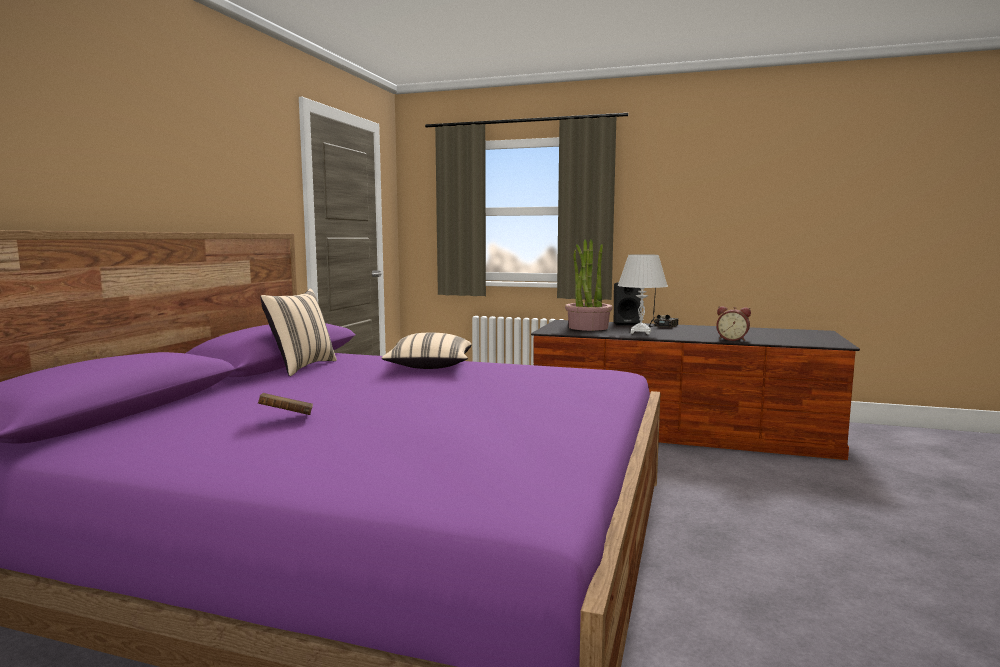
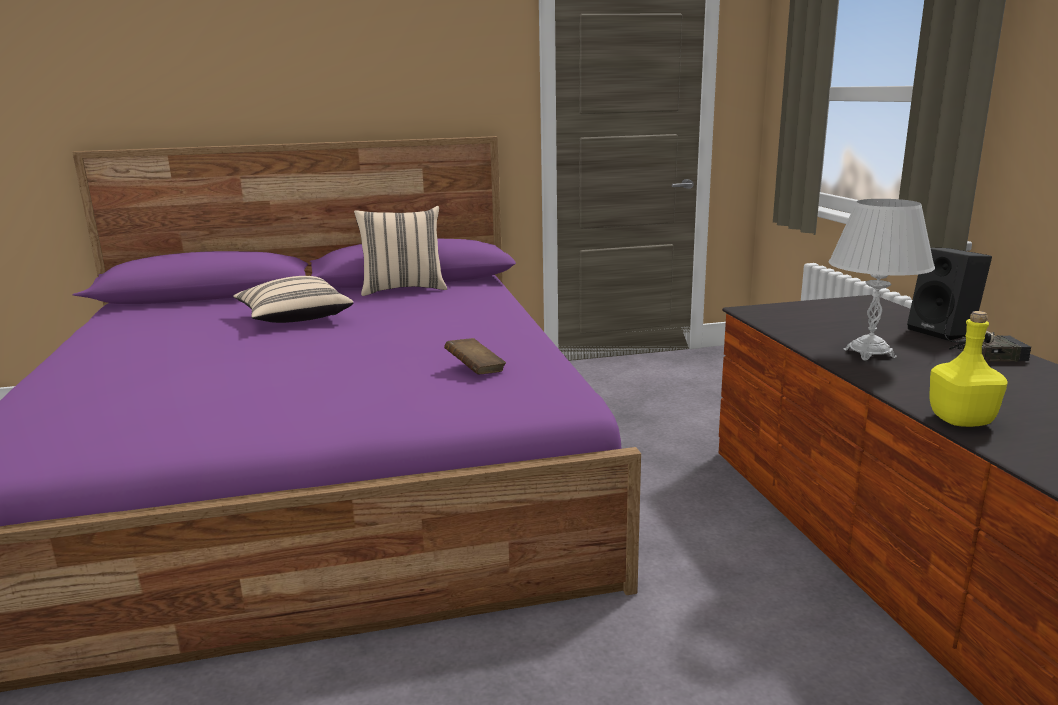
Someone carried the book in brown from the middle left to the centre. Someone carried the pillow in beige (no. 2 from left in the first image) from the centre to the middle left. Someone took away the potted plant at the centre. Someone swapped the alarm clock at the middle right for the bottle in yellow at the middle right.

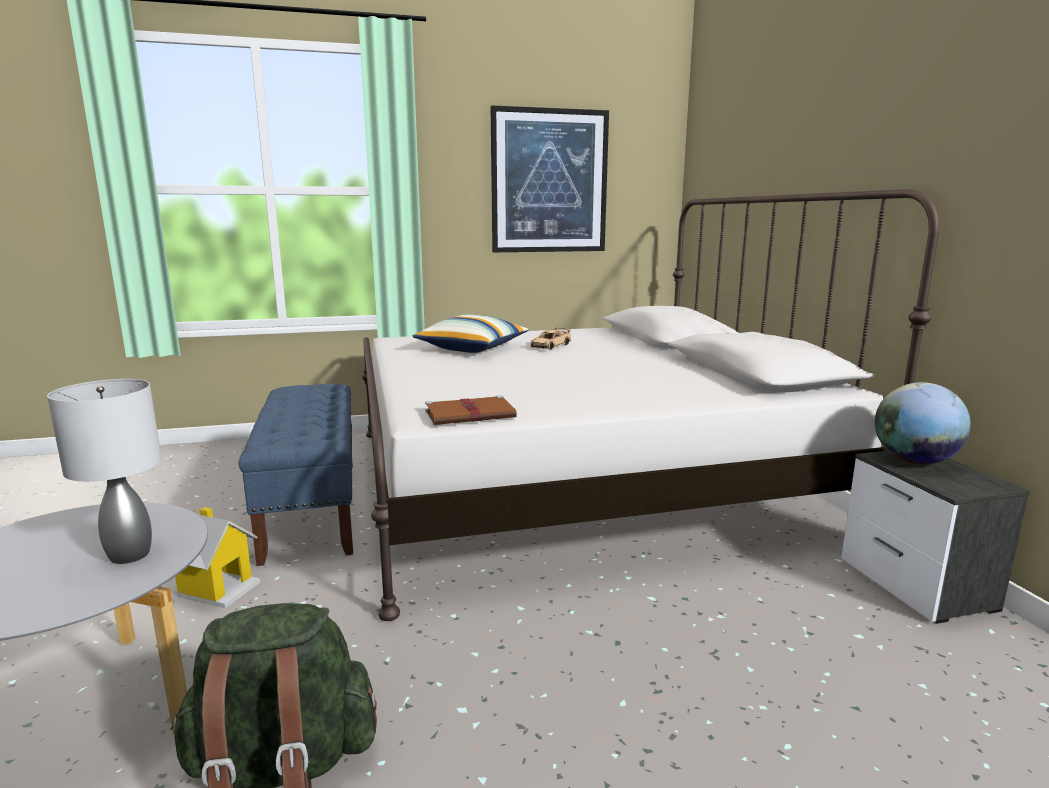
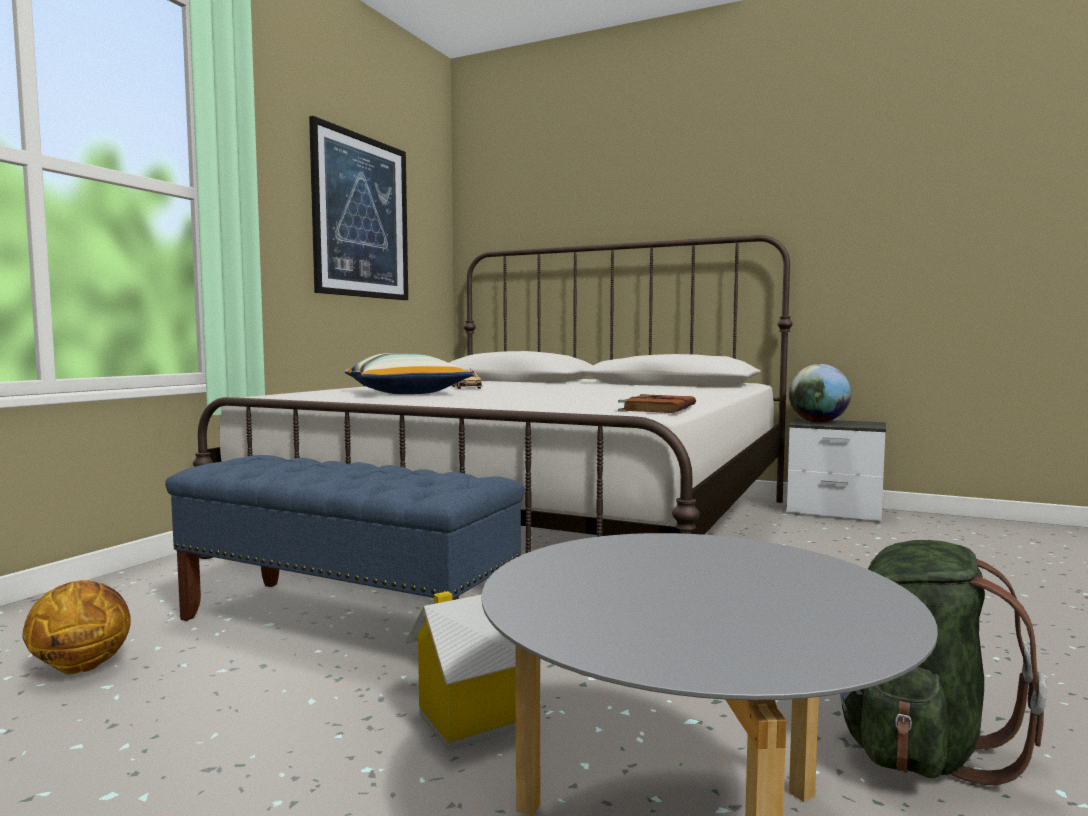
Someone took away the table lamp in grey at the middle left. Someone put down the basketball at the bottom left.

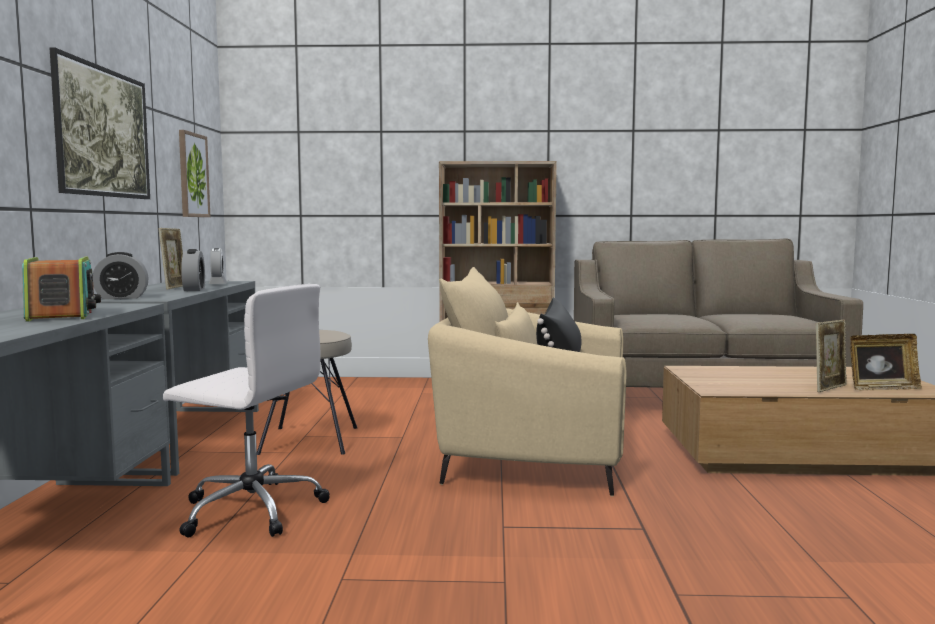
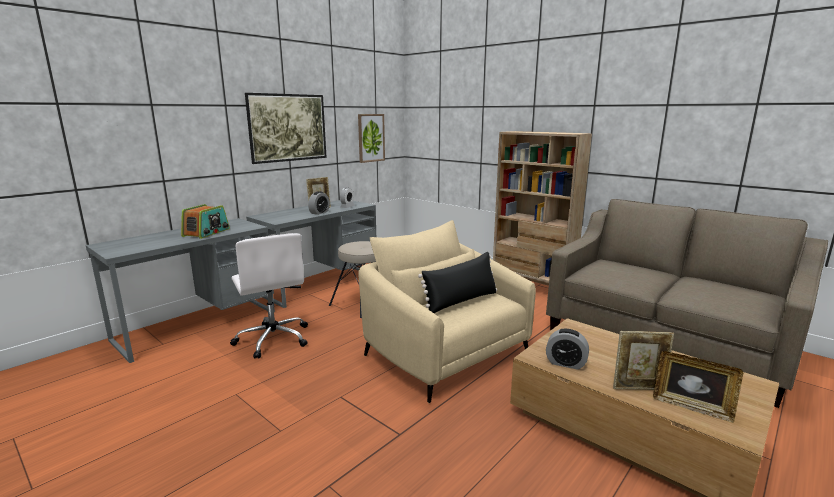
Someone carried the alarm clock (no. 1 from left in the first image) from the middle left to the bottom right.

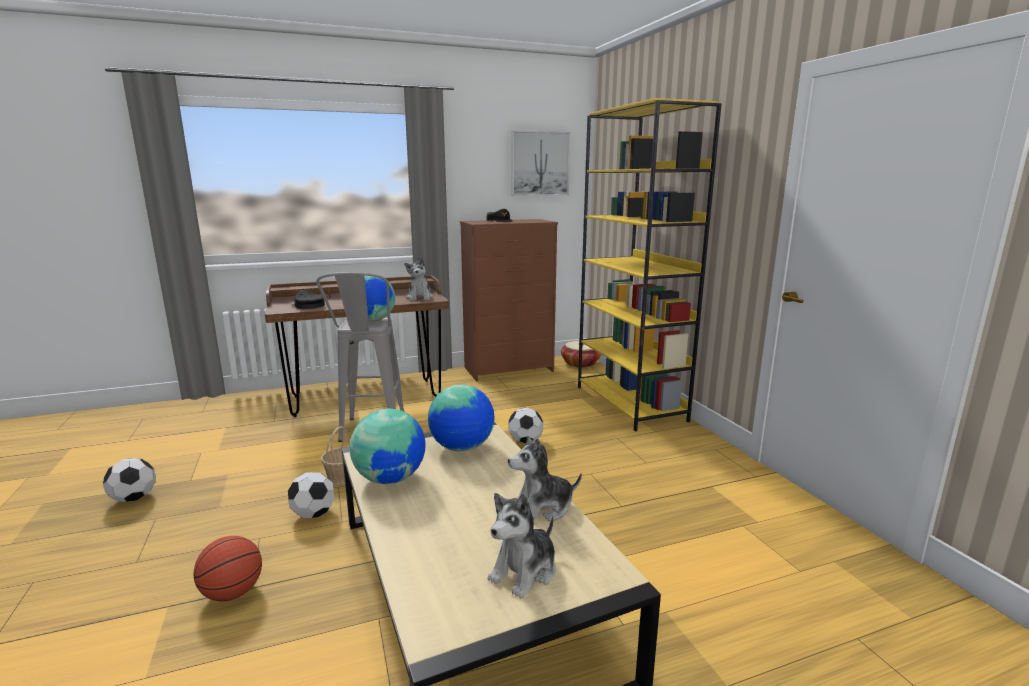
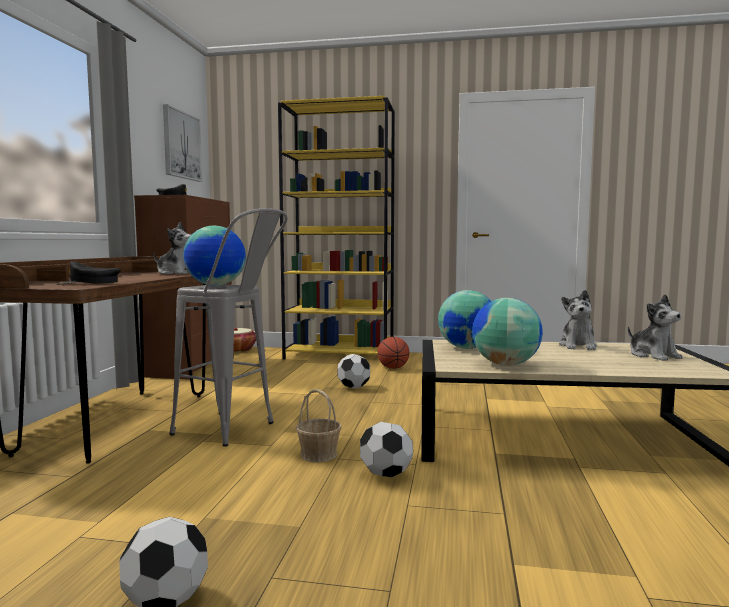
Someone carried the basketball from the bottom left to the centre.

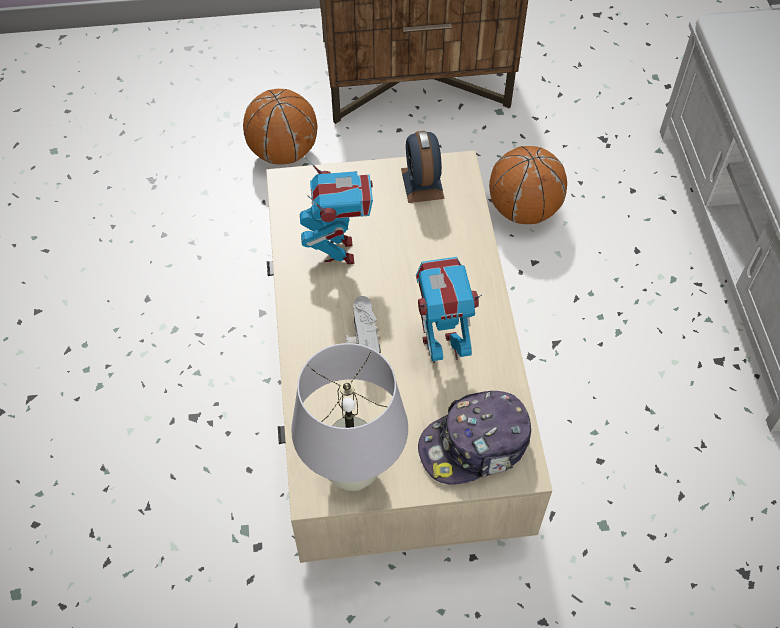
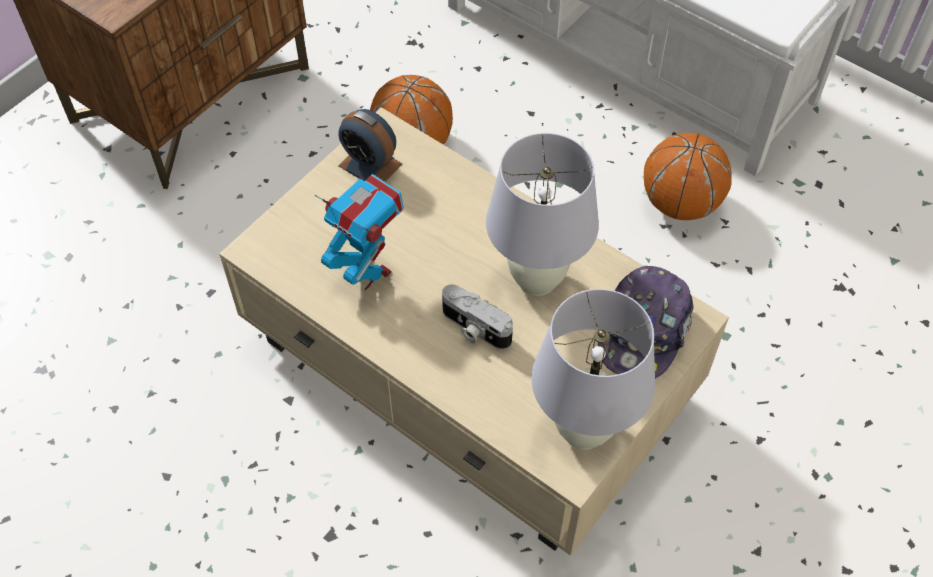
Someone carried the basketball (no. 1 from left in the first image) from the top centre to the top right. Someone swapped the toy robot (no. 2 from left) at the centre for the table lamp in white (no. 1 from left) at the centre.

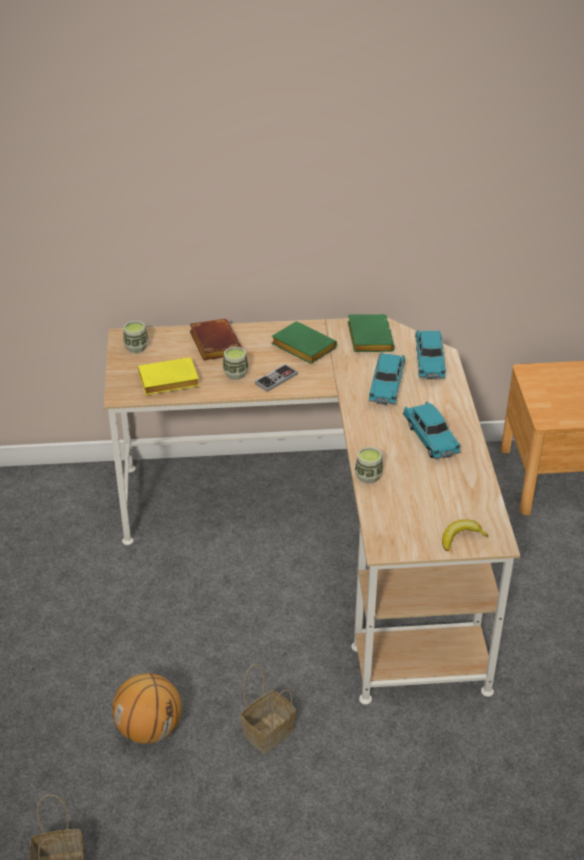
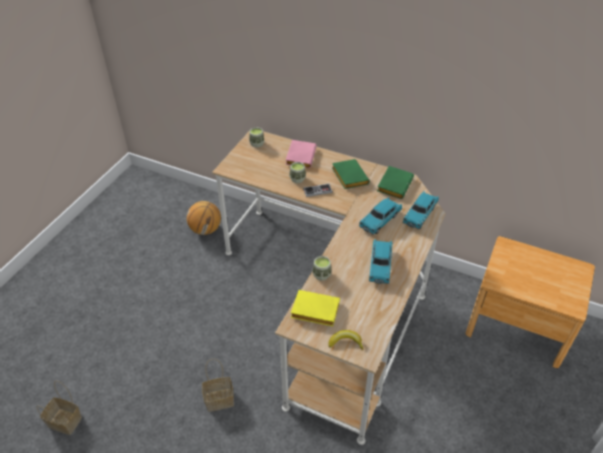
Someone carried the basketball from the bottom left to the centre. Someone carried the book in yellow from the middle left to the bottom centre. Someone repainted the book in brown at the centre, which became the book in pink at the centre.

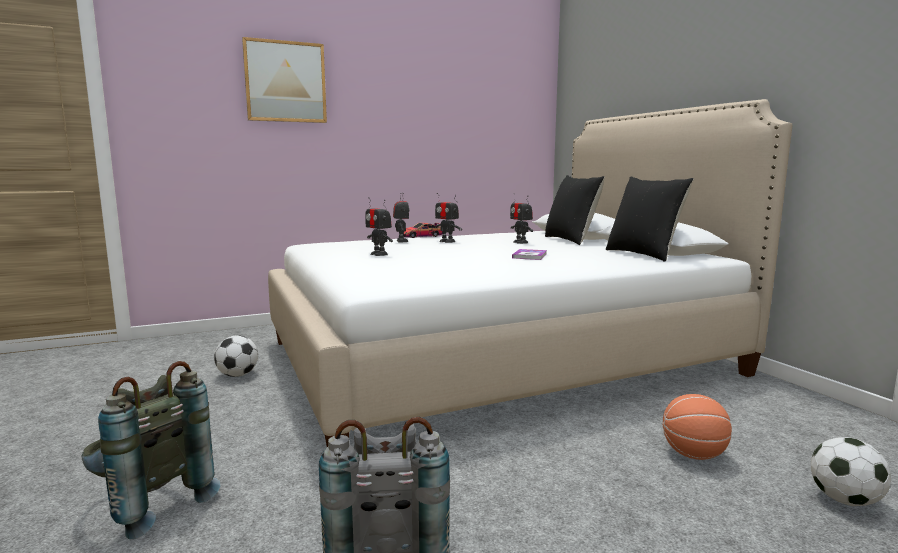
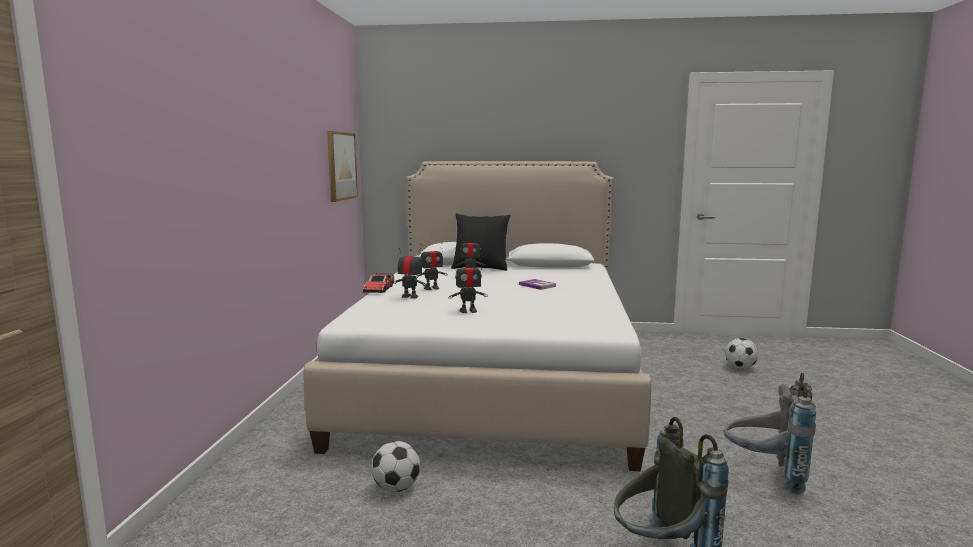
Someone carried the picture from the top left to the top centre. Someone took away the pillow in black (no. 2 from left) at the middle right. Someone took away the basketball at the bottom right.

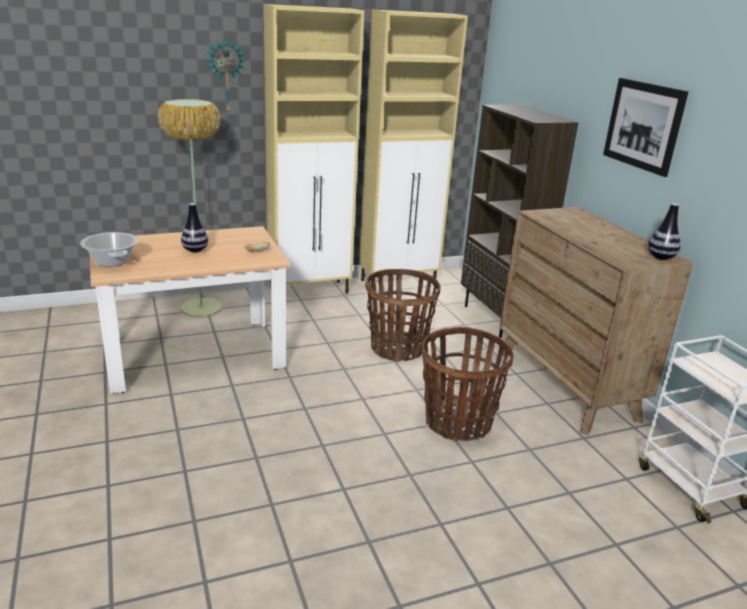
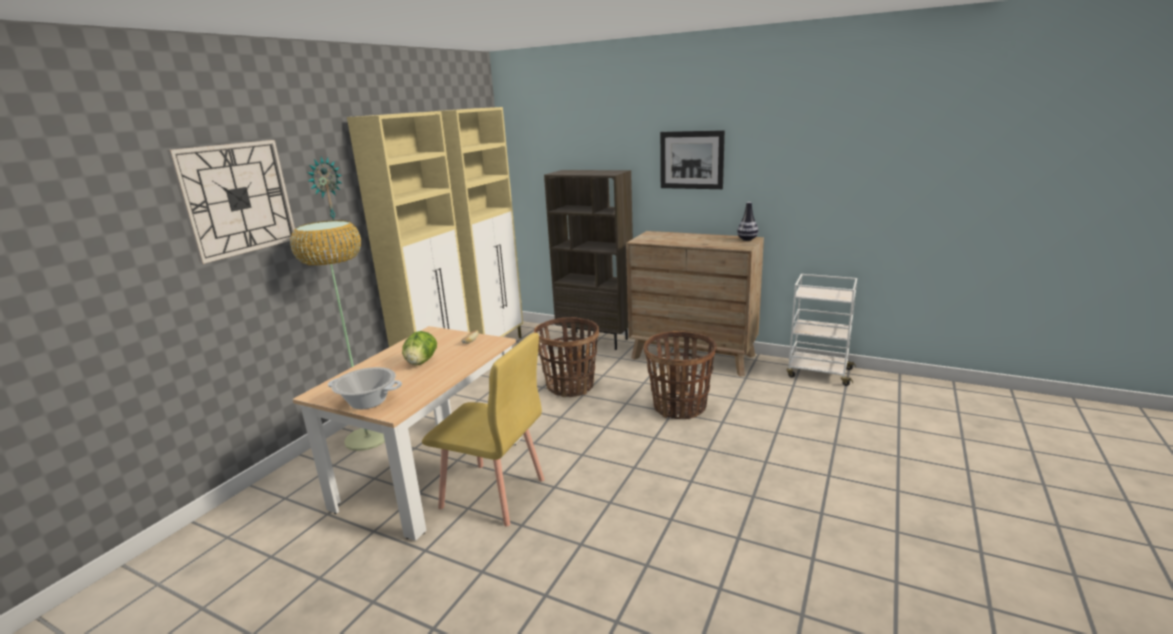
Someone swapped the vase (no. 1 from left) at the middle left for the lettuce at the centre. Someone put up the wall clock (no. 1 from left) at the top left. Someone put down the chair in yellow at the bottom centre.

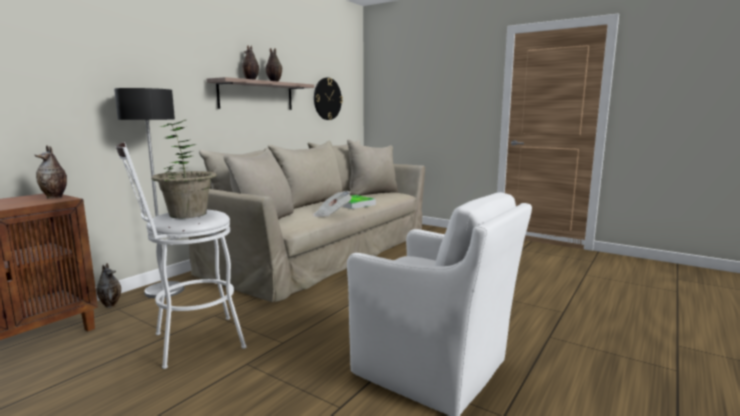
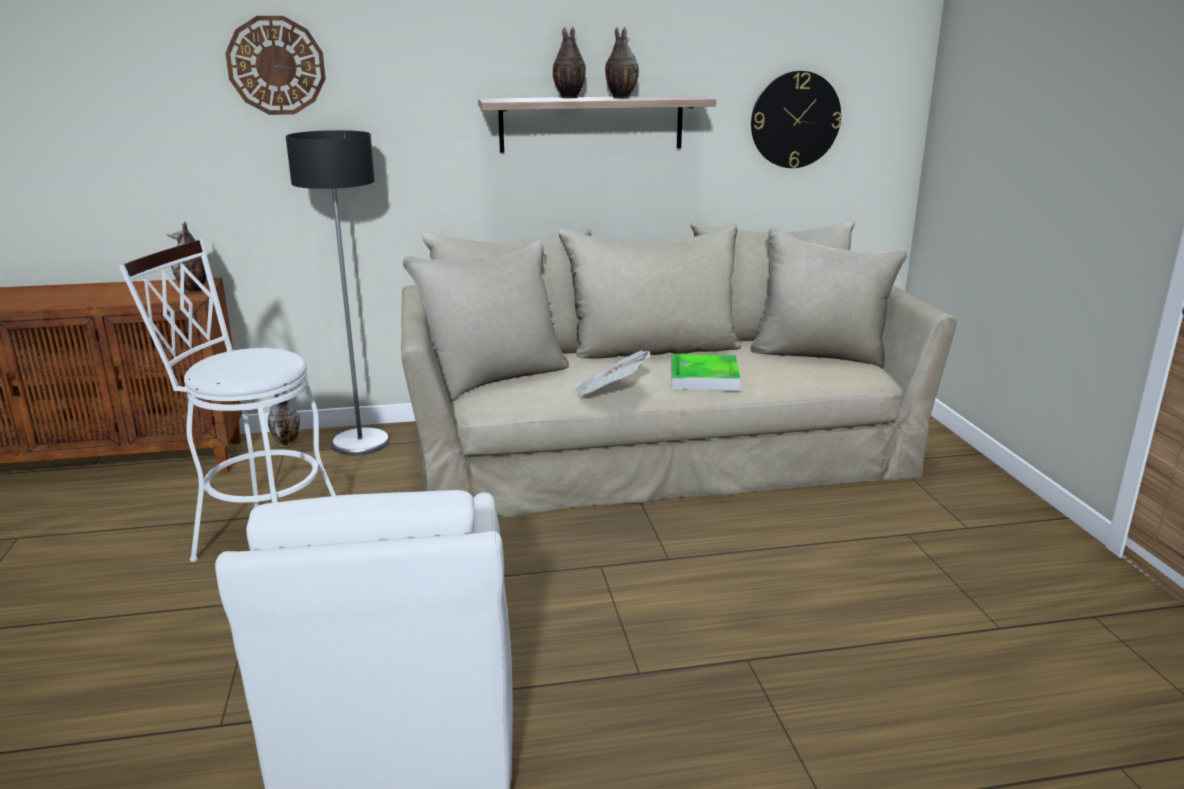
Someone took away the potted plant at the middle left. Someone put up the wall clock (no. 1 from left) at the top left.

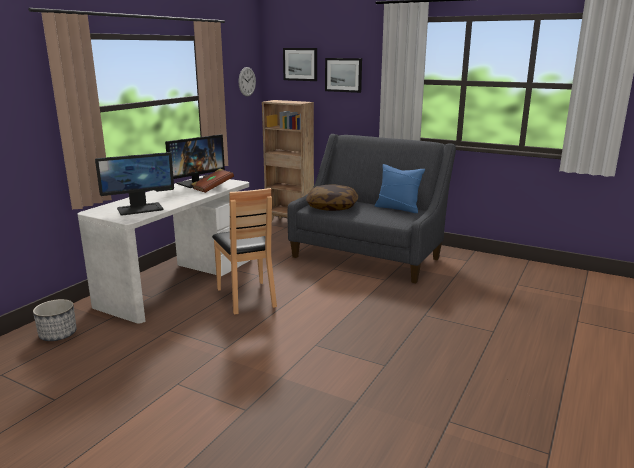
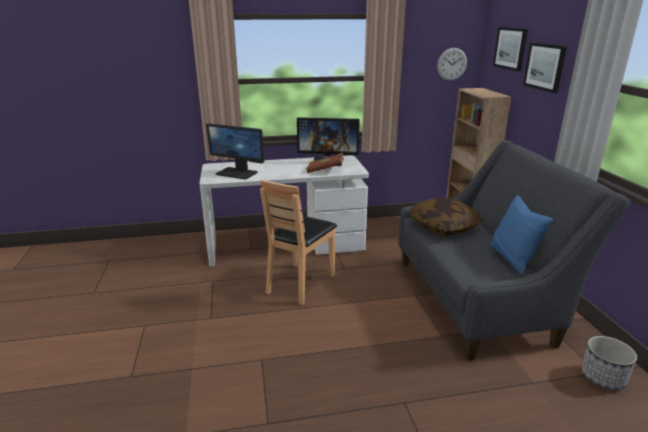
Someone carried the planter from the bottom left to the bottom right.

